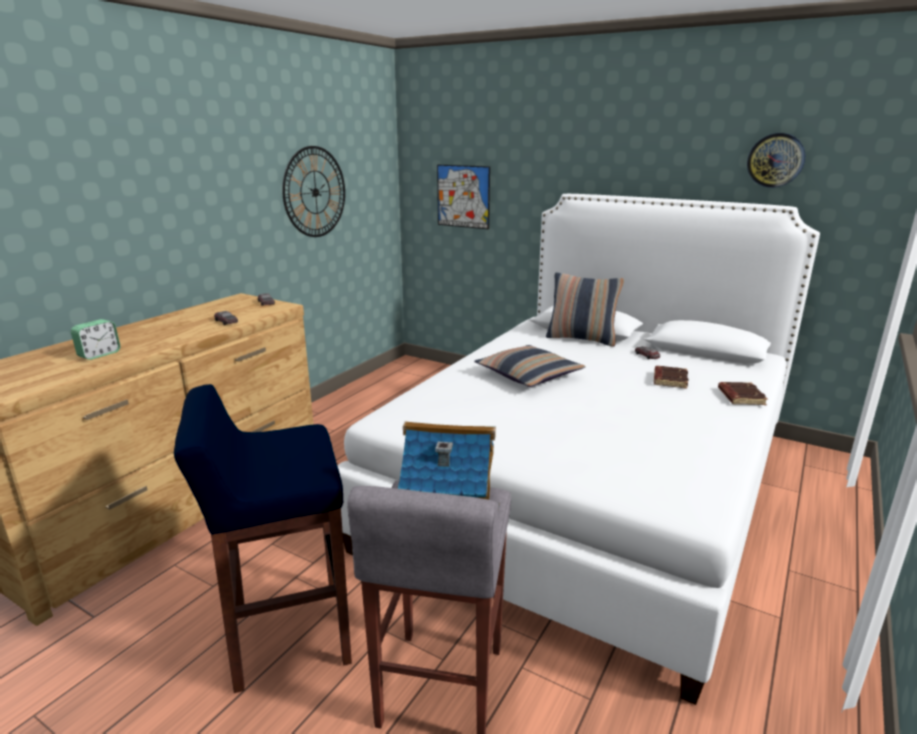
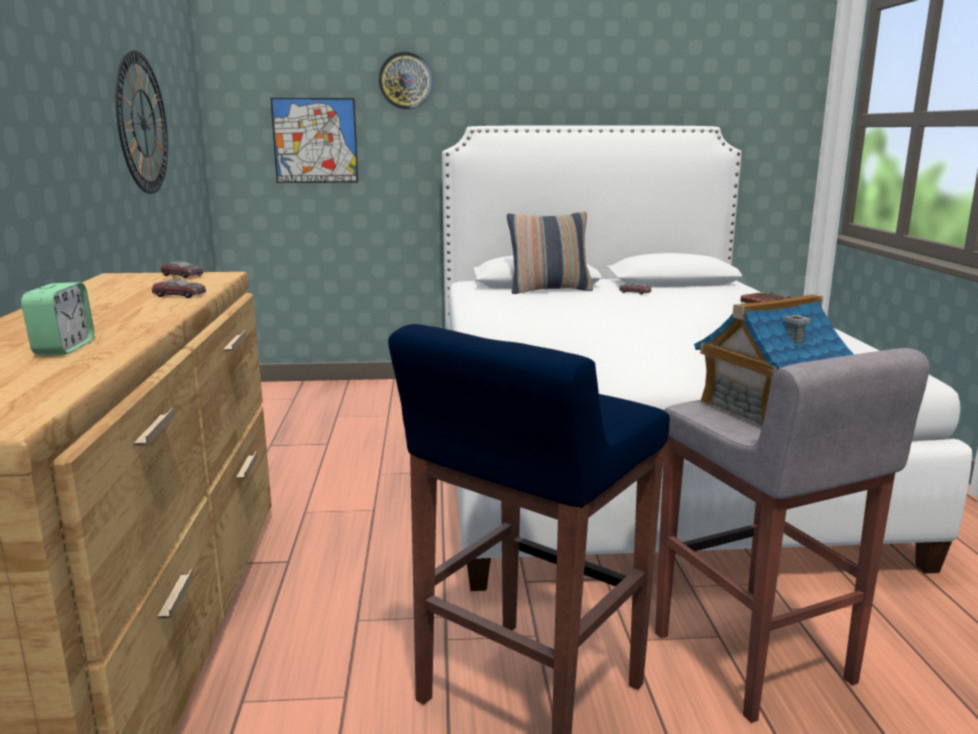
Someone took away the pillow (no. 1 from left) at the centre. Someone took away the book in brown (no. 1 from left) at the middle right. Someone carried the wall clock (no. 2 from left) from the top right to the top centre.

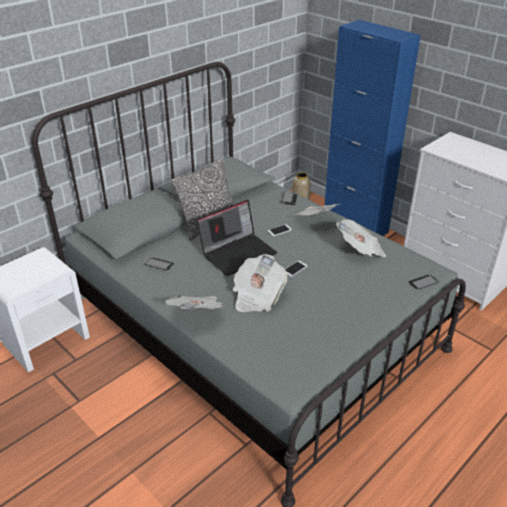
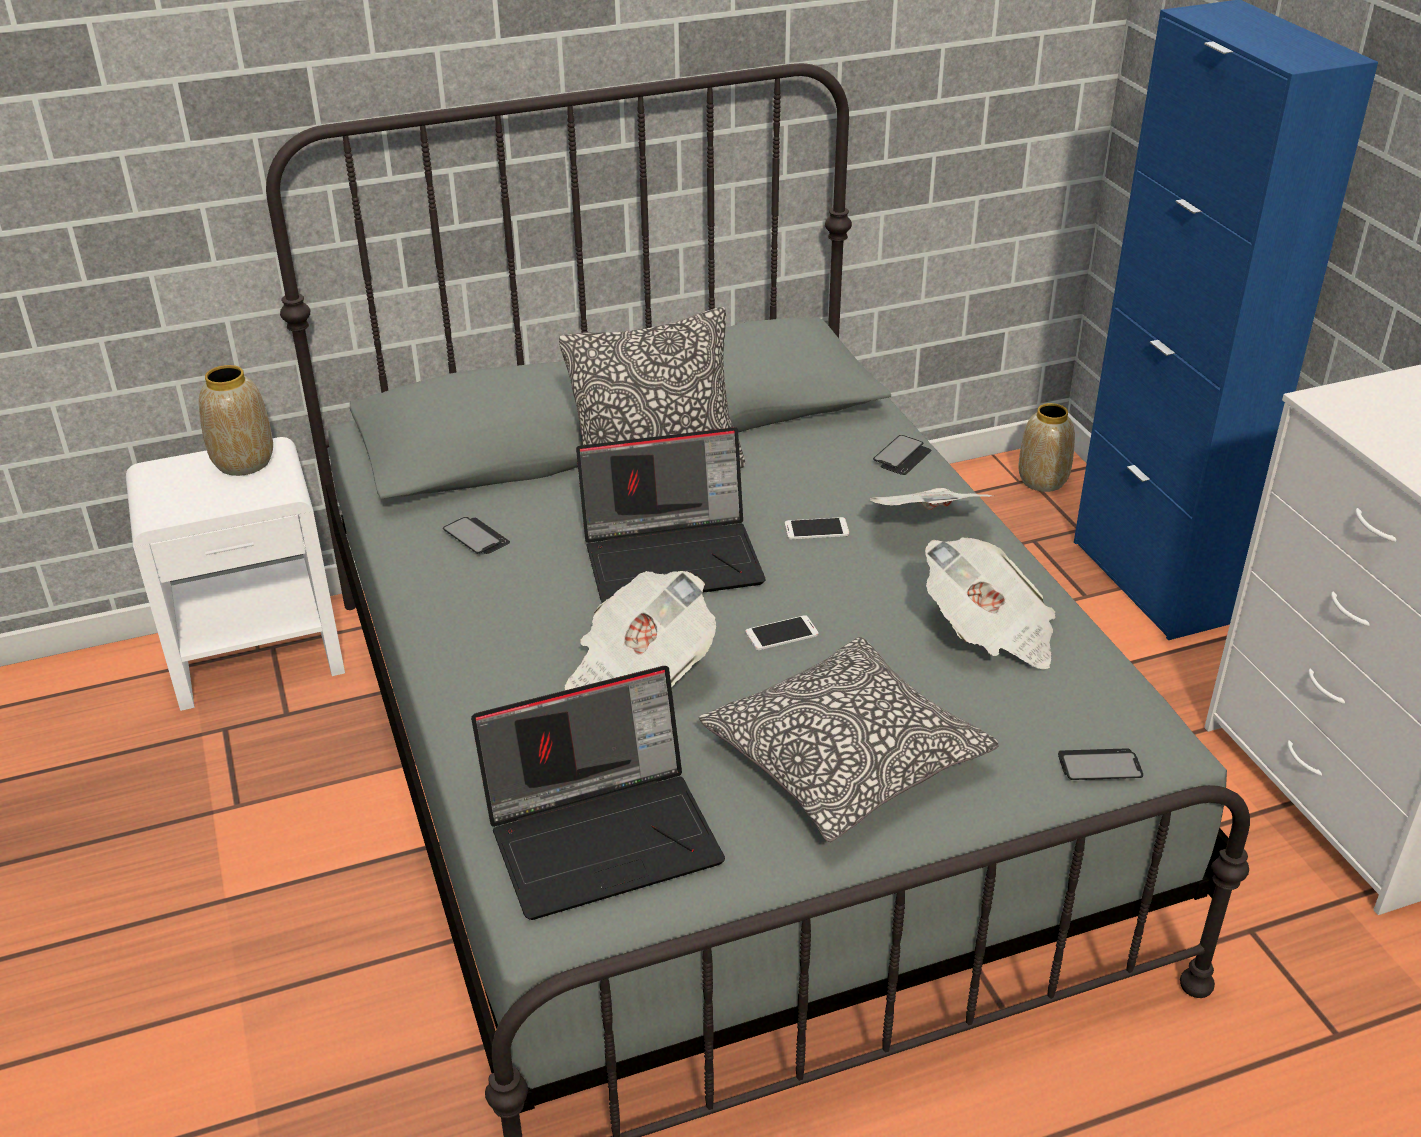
Someone took away the newspaper (no. 1 from left) at the centre. Someone put down the vase (no. 1 from left) at the middle left. Someone put down the laptop (no. 1 from left) at the bottom centre. Someone put down the pillow (no. 2 from left) at the centre.

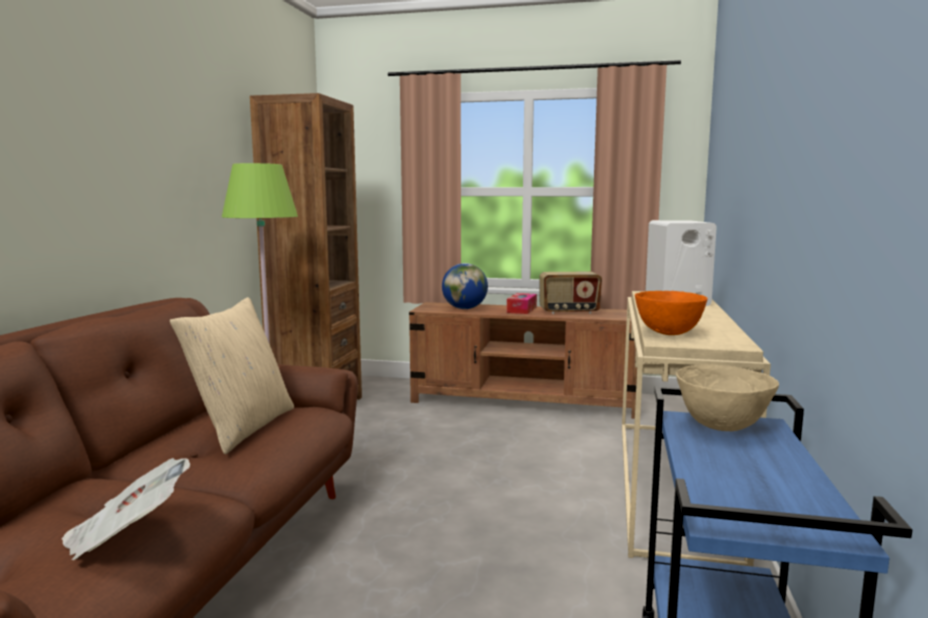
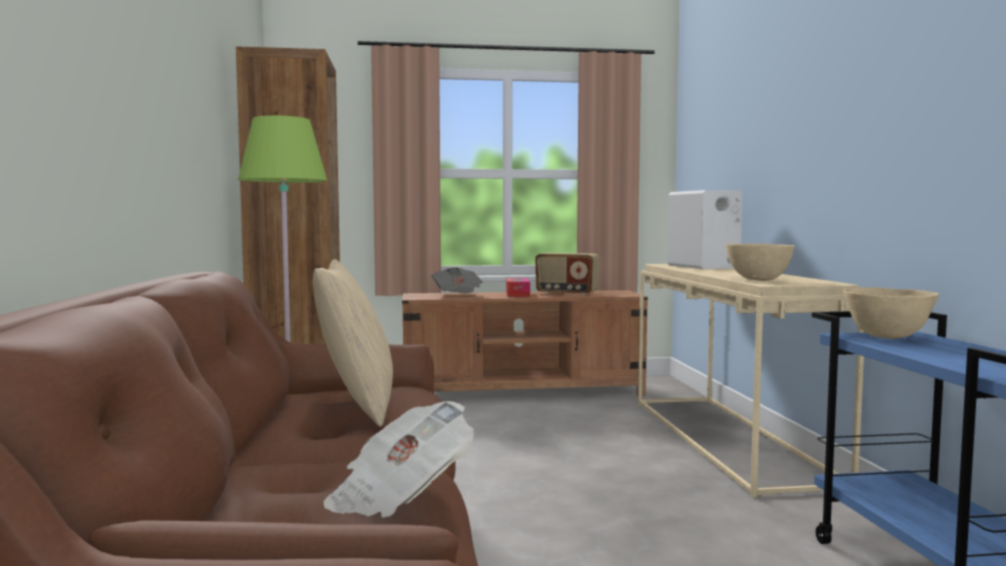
Someone swapped the globe at the centre for the newspaper (no. 2 from left) at the centre. Someone rotated the radio at the centre by 45 degrees clockwise. Someone repainted the bowl in orange at the middle right, which became the bowl in beige (no. 1 from left) at the middle right.

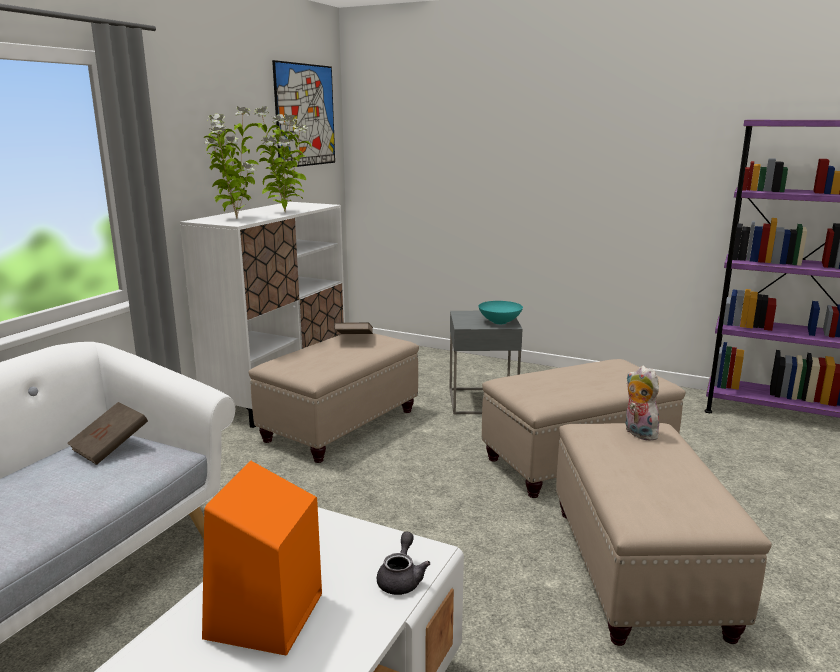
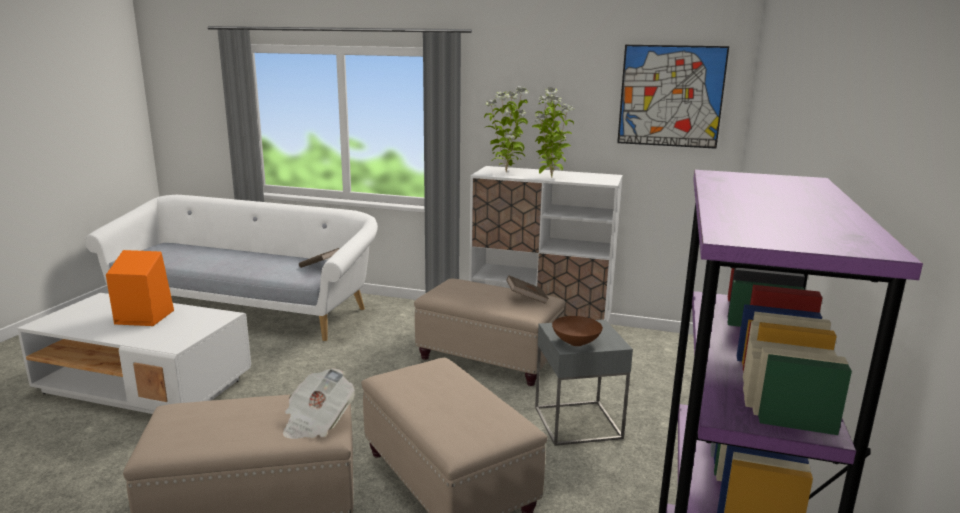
Someone took away the teapot in grey at the bottom centre. Someone repainted the bowl in turquoise at the centre, which became the bowl in brown at the centre. Someone swapped the plush toy at the middle right for the newspaper at the bottom left.

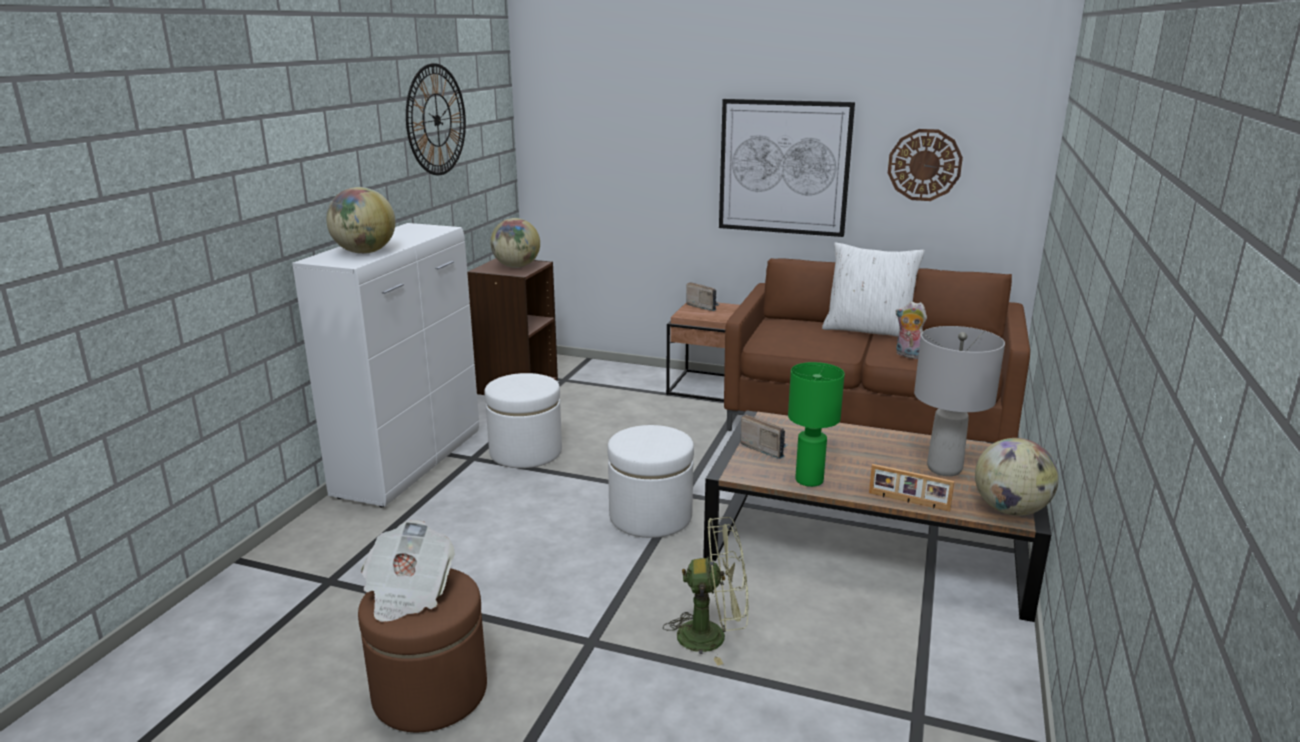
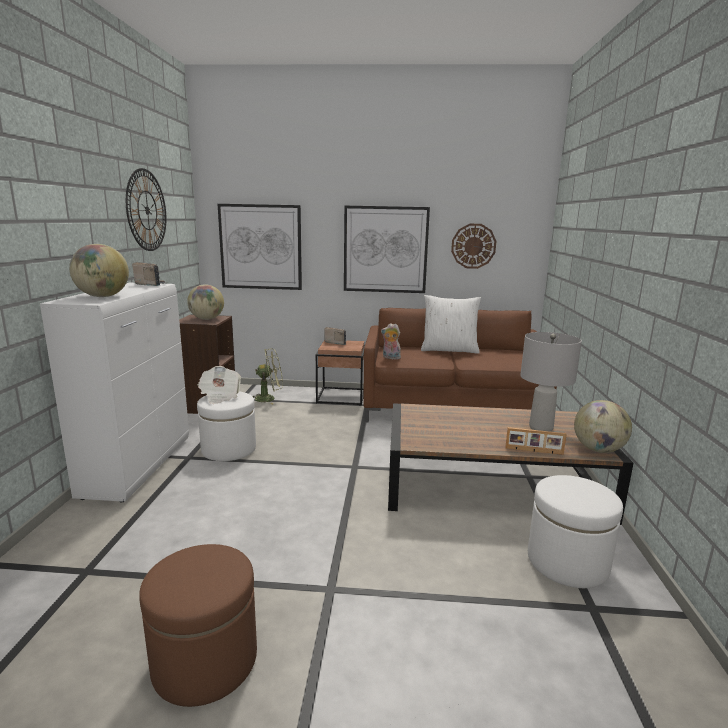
Someone carried the newspaper from the bottom left to the middle left. Someone carried the ottoman in white (no. 2 from left) from the centre to the bottom right. Someone carried the fan in green from the bottom centre to the centre. Someone carried the radio (no. 2 from left in the first image) from the centre to the middle left. Someone took away the table lamp in green at the centre. Someone carried the plush toy from the middle right to the centre. Someone put up the picture (no. 1 from left) at the centre.

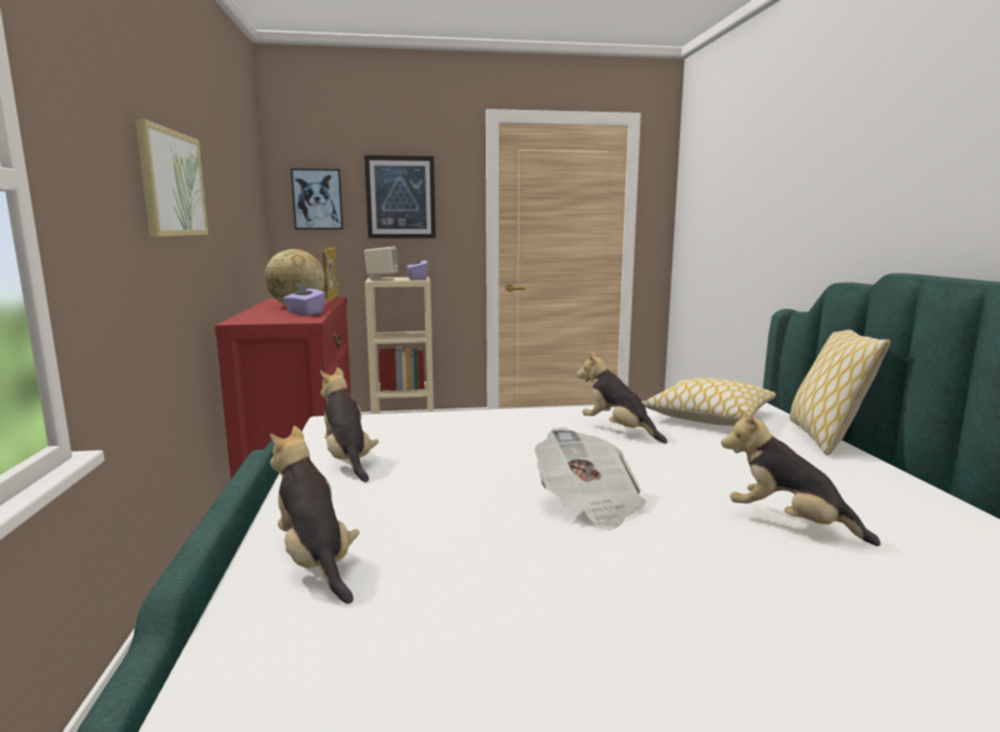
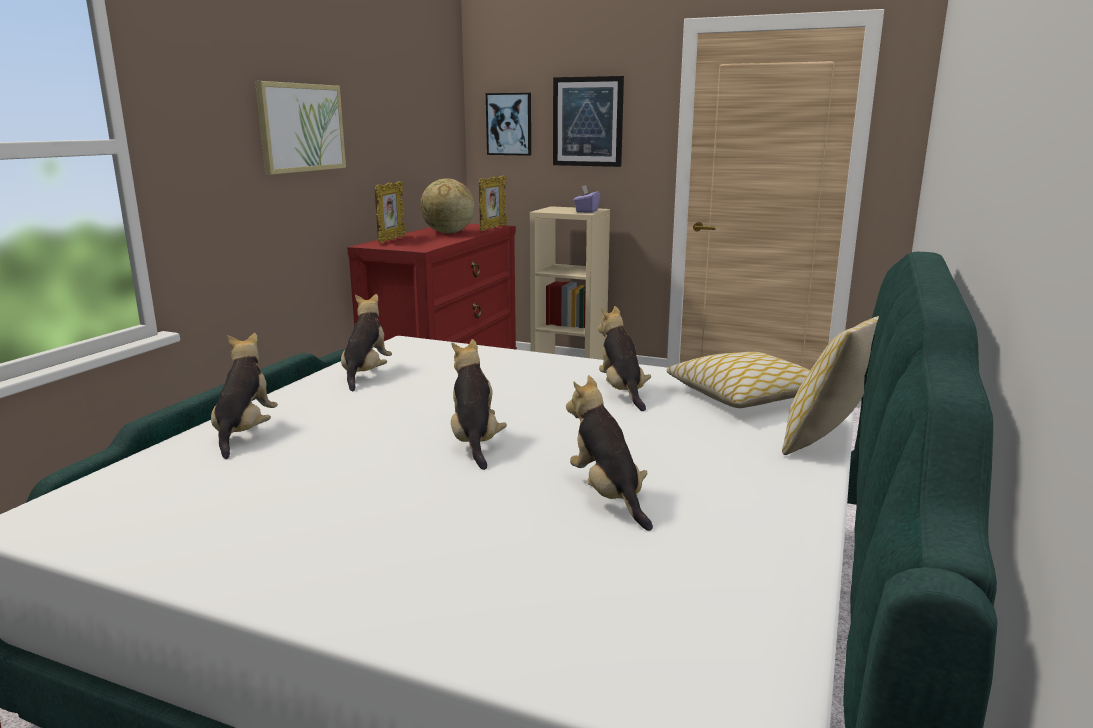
Someone took away the tissue box in purple (no. 1 from left) at the middle left. Someone took away the speaker in beige at the centre. Someone swapped the newspaper at the centre for the plush toy (no. 3 from left) at the centre. Someone put down the picture frame (no. 1 from left) at the top centre.

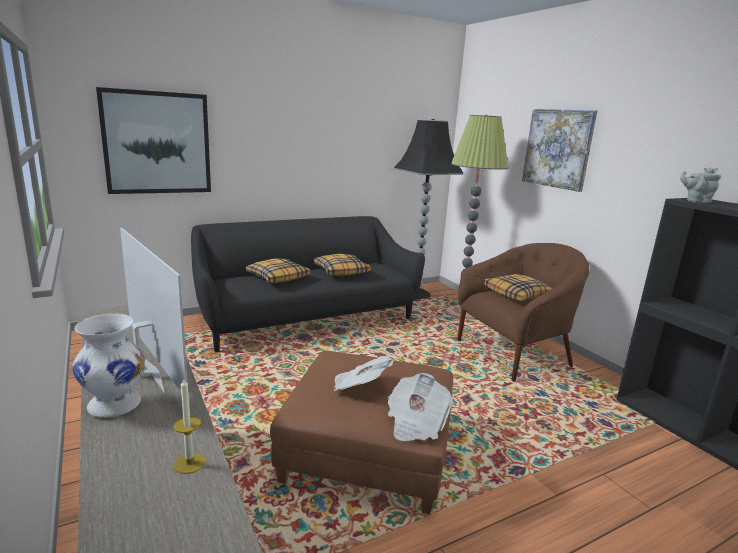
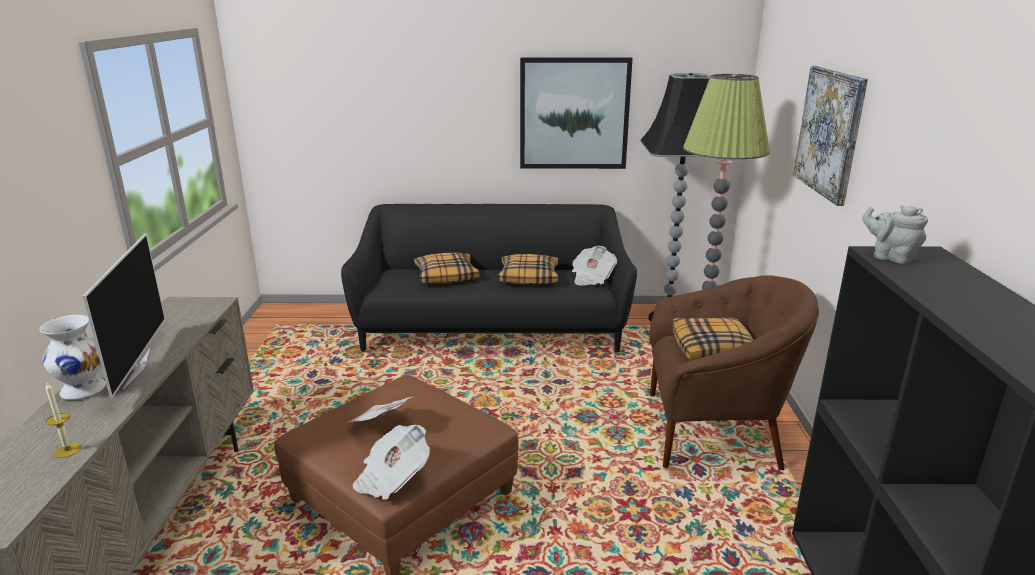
Someone carried the picture (no. 1 from left) from the top left to the top centre. Someone put down the newspaper (no. 3 from left) at the centre.

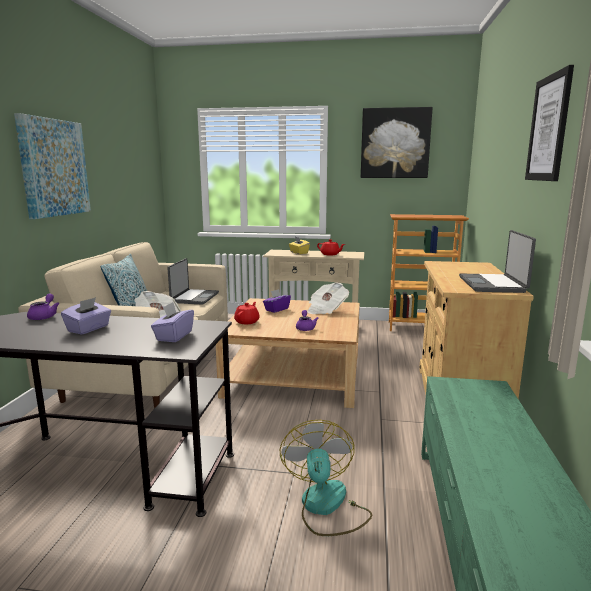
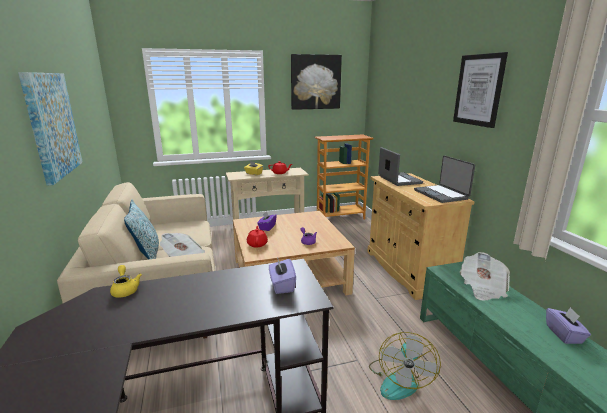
Someone repainted the teapot in purple (no. 1 from left) at the middle left, which became the teapot in yellow at the bottom left. Someone carried the tissue box in purple (no. 1 from left in the first image) from the middle left to the bottom right. Someone carried the laptop (no. 1 from left) from the middle left to the centre. Someone rotated the fan at the bottom centre by 135 degrees counterclockwise. Someone carried the newspaper (no. 2 from left) from the centre to the bottom right.

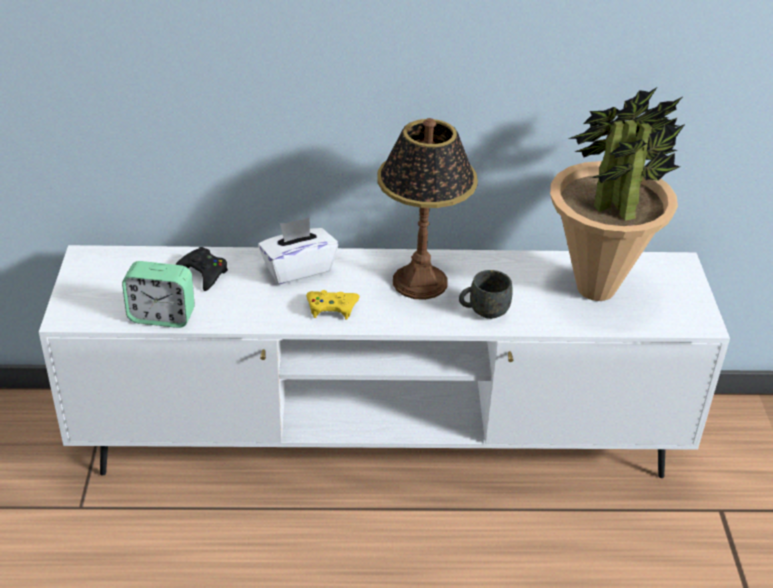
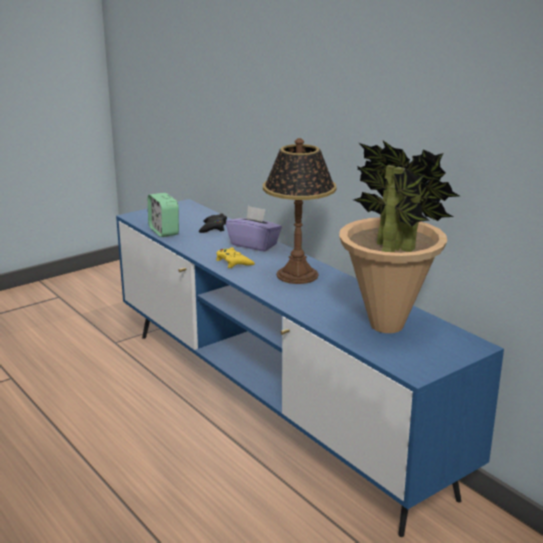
Someone repainted the tv stand in white at the centre, which became the tv stand in blue at the bottom centre. Someone repainted the tissue box in white at the centre, which became the tissue box in purple at the centre. Someone took away the mug in grey at the centre.

